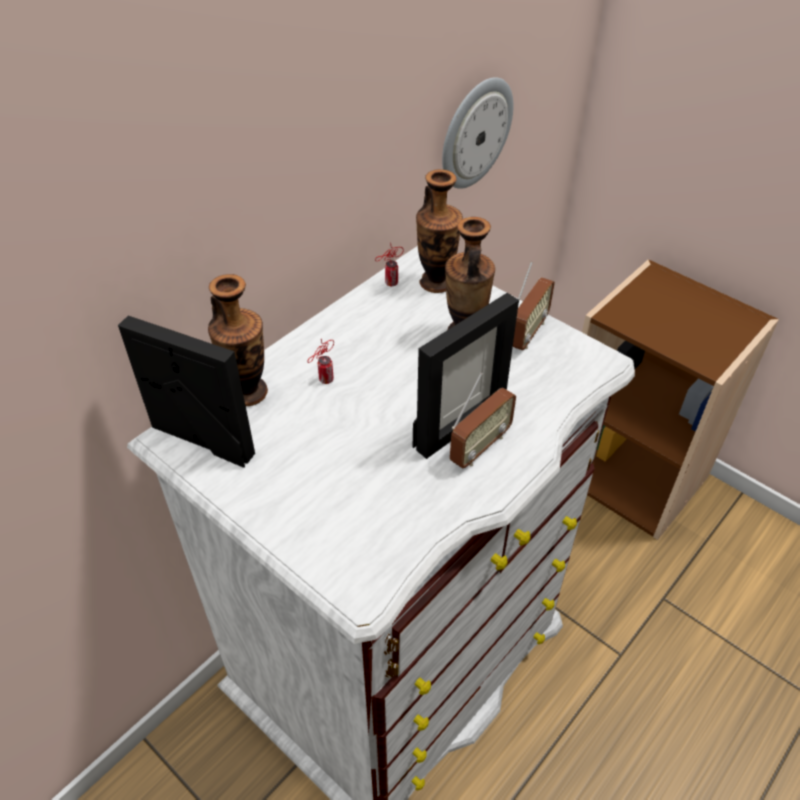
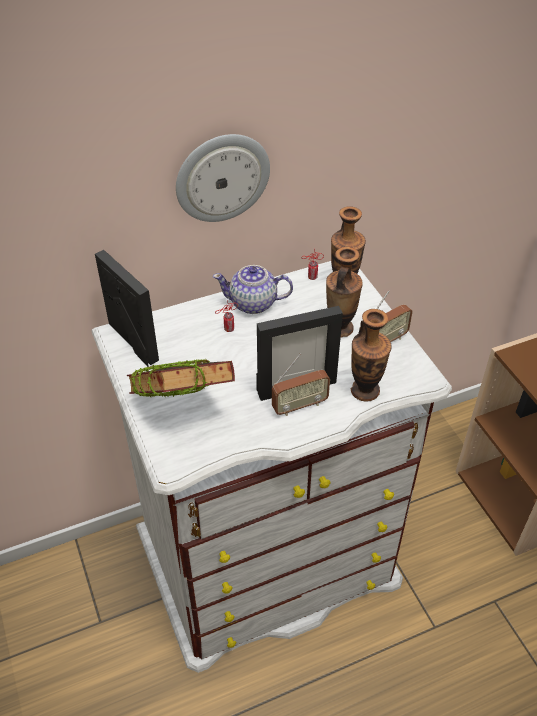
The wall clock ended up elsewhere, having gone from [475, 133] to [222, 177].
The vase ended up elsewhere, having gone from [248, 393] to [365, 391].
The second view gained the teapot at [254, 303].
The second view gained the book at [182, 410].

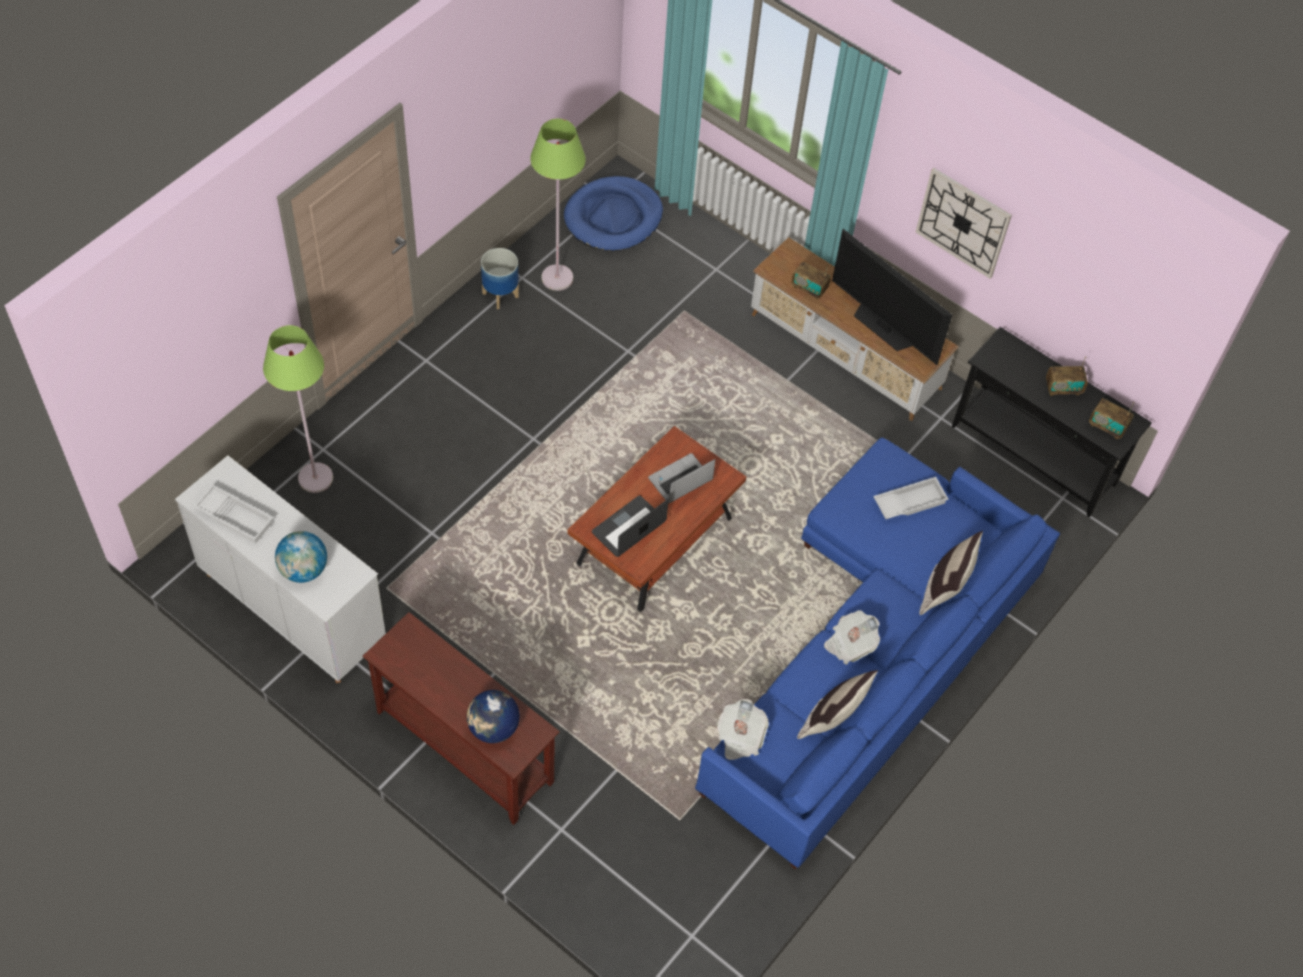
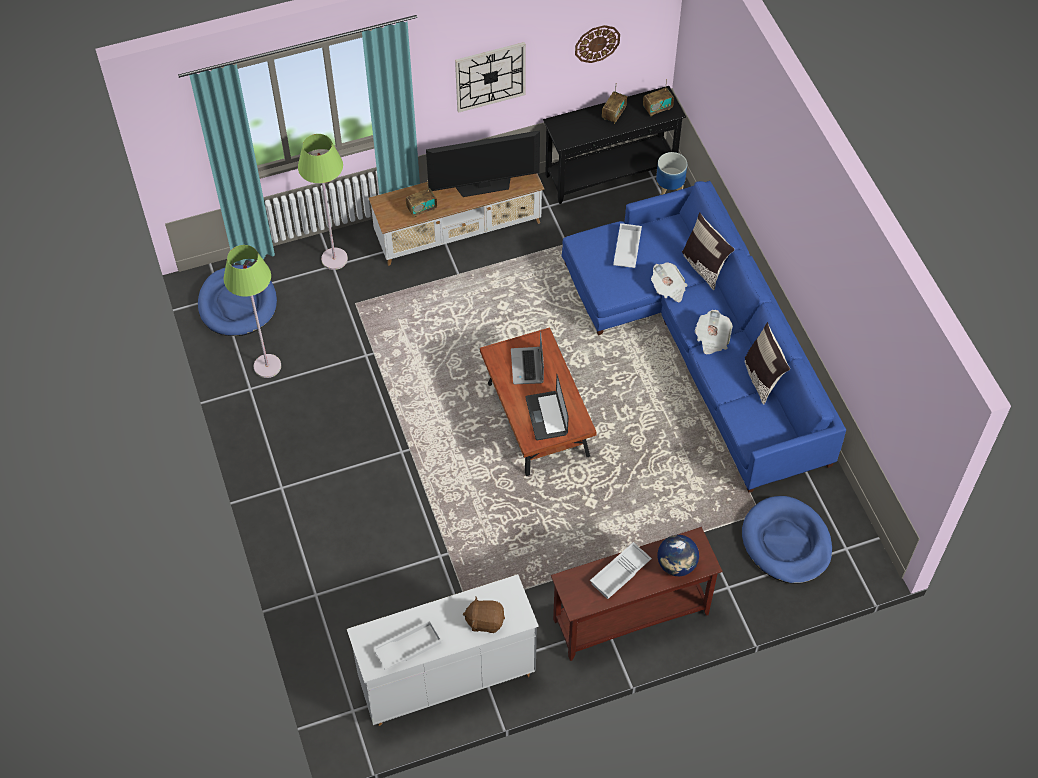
The planter ended up elsewhere, having gone from [500, 294] to [668, 190].
The green floor lamp ended up elsewhere, having gone from [316, 478] to [334, 259].
Where the globe stood at [303, 570], the brown plush toy came to stand at [485, 621].
The newspaper ended up elsewhere, having gone from [740, 737] to [668, 288].
The second view gained the wall clock at [597, 43].
The second view gained the blue dog bed at [786, 542].
The second view gained the white tray at [620, 574].

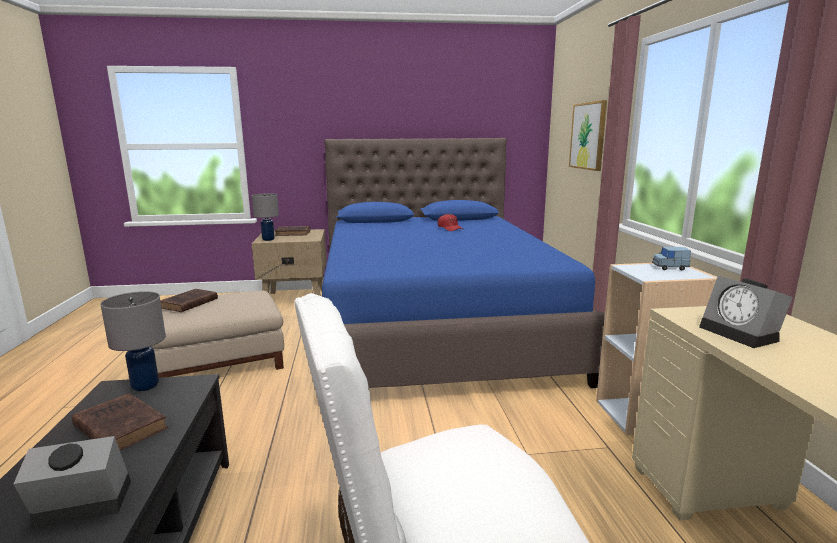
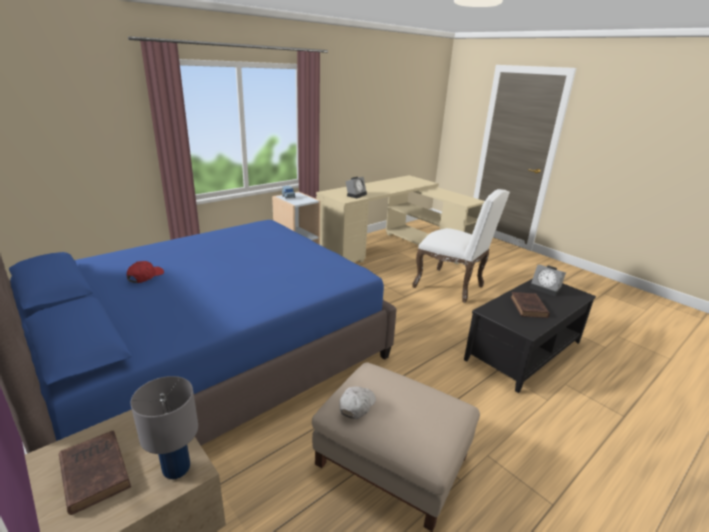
The second view lost the picture at [588, 136].
The second view lost the brown book at [188, 304].
The second view lost the grey table lamp at [145, 385].
The second view gained the white cap at [357, 405].

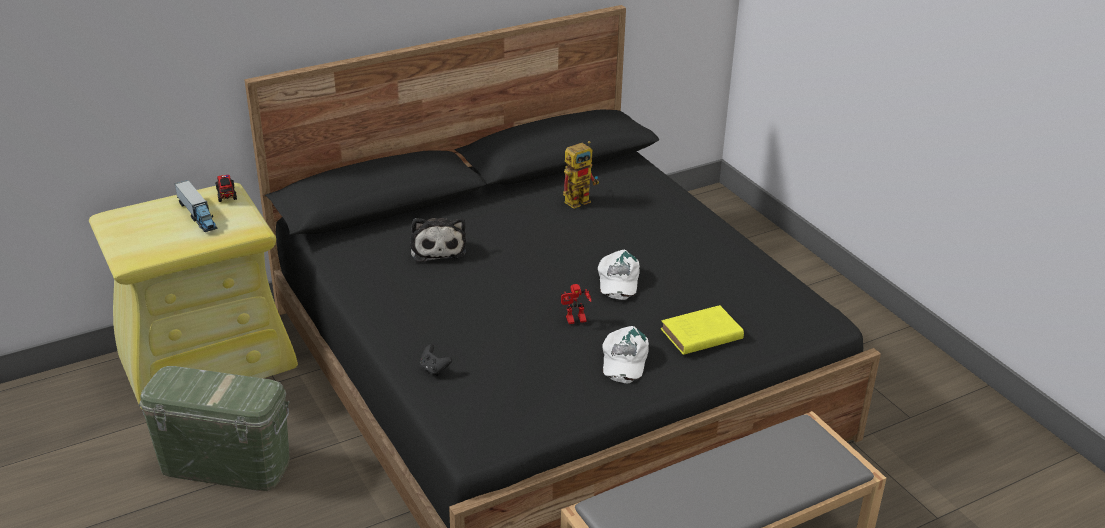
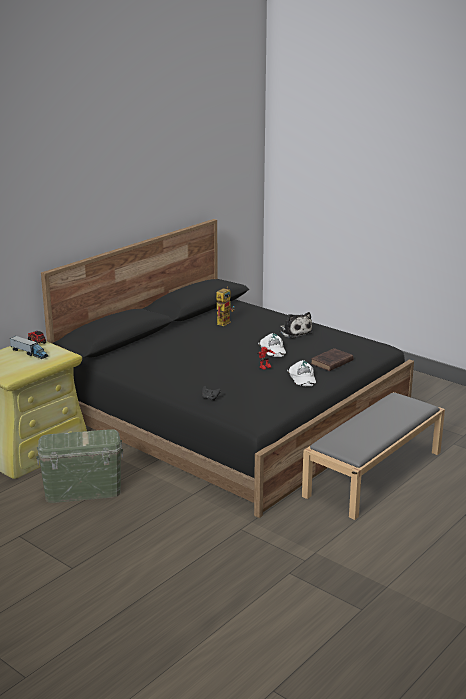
The plush toy ended up elsewhere, having gone from [437, 248] to [295, 332].
What was the yellow book at [699, 335] turned into the brown book at [331, 362].

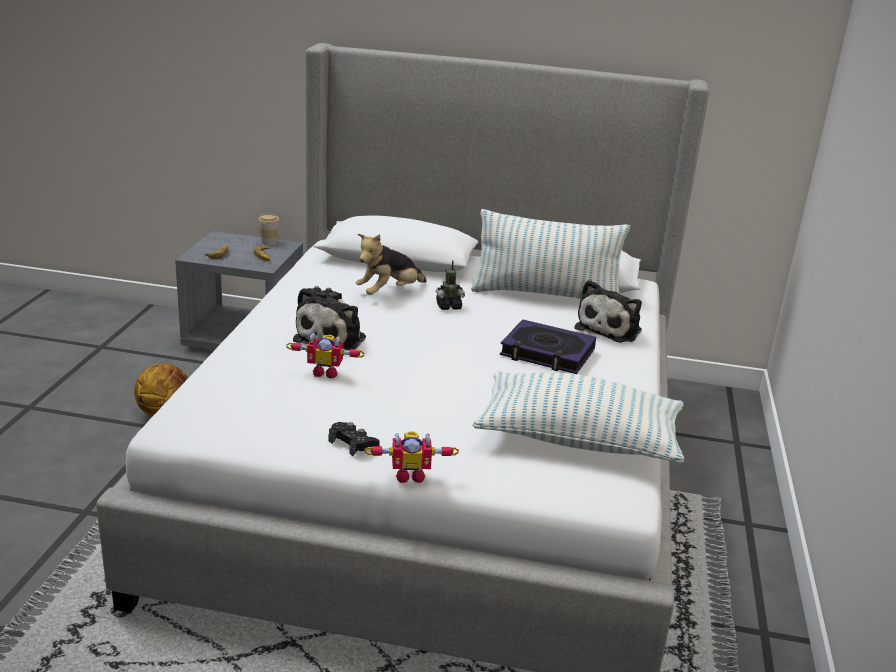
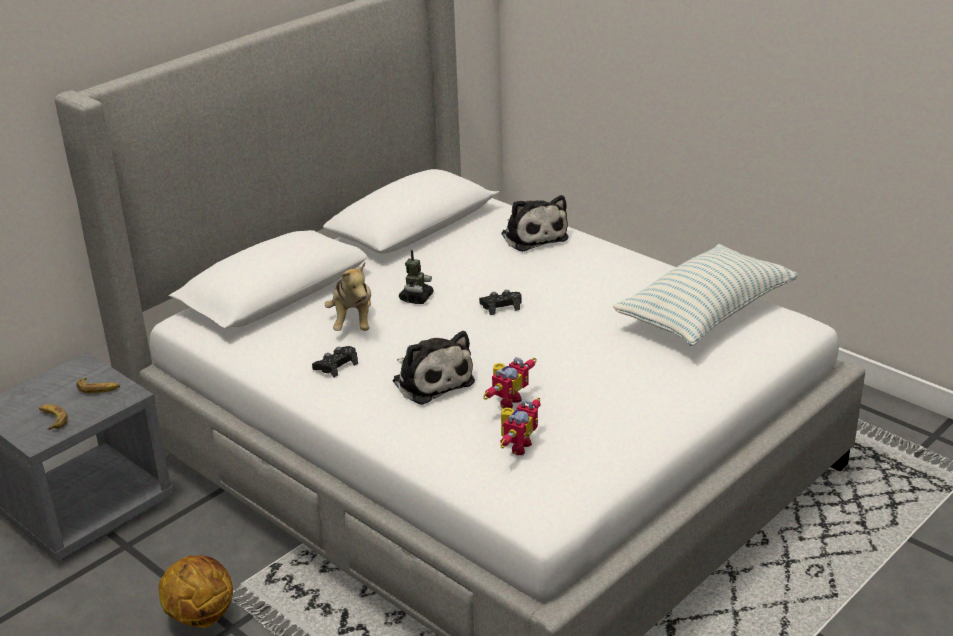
The second view lost the pillow at [545, 295].
The second view lost the cup at [269, 242].
The second view lost the book at [547, 353].
The black game controller ended up elsewhere, having gone from [353, 443] to [501, 306].
The toy robot ended up elsewhere, having gone from [410, 475] to [516, 446].

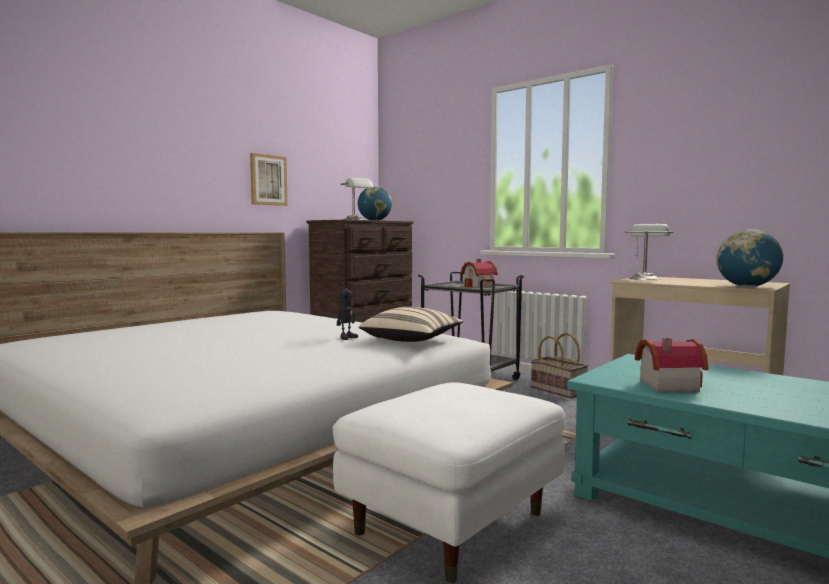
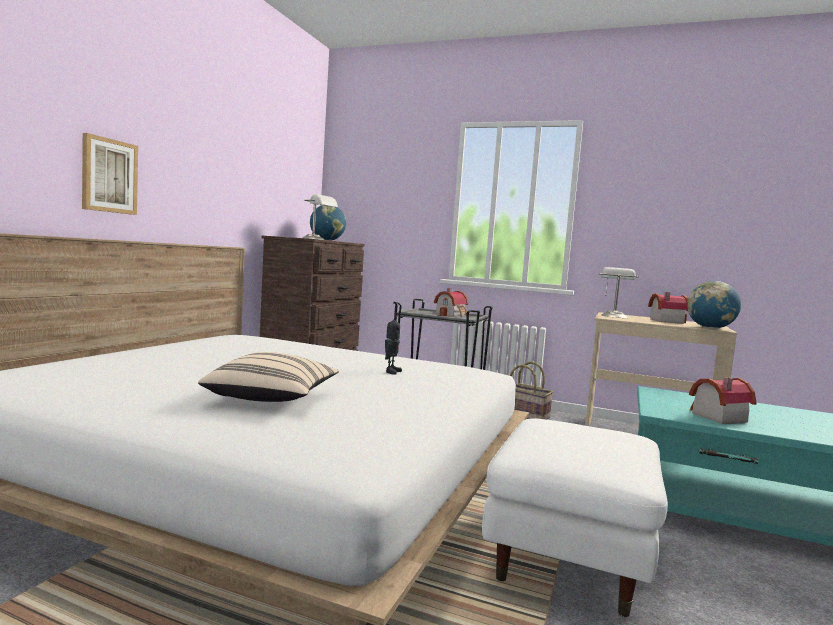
The picture ended up elsewhere, having gone from [268, 180] to [109, 176].
The beige pillow ended up elsewhere, having gone from [412, 340] to [272, 398].
The second view gained the toy house at [665, 321].

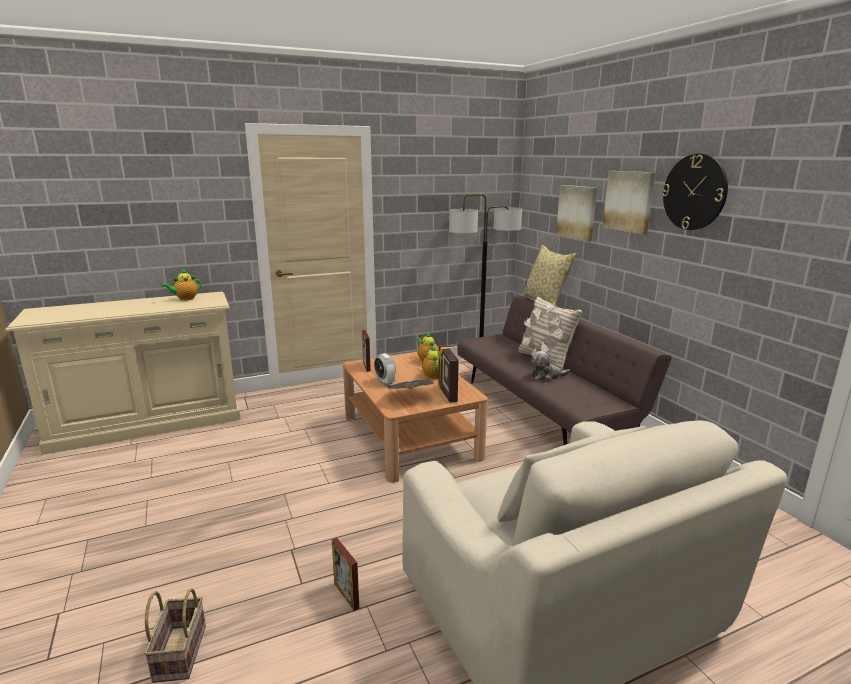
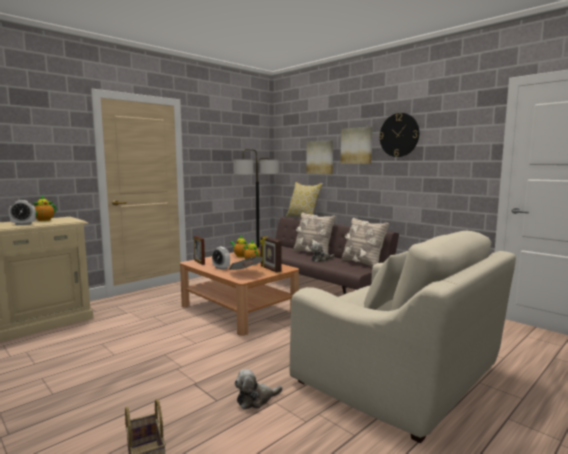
Where the picture frame stood at [346, 595], the plush toy came to stand at [256, 399].
The second view gained the alarm clock at [23, 224].
The second view gained the beige pillow at [362, 263].

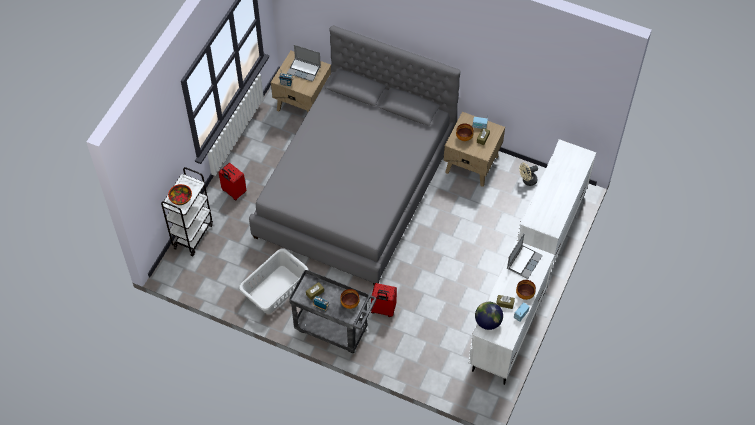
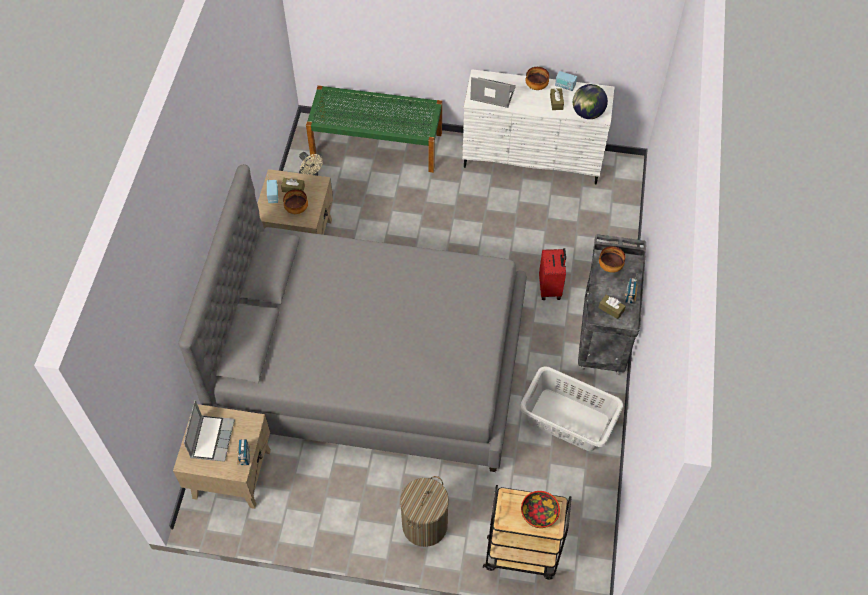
Where the white dresser stood at [550, 229], the green bench came to stand at [376, 144].
Where the red suitcase stood at [233, 192], the laundry basket came to stand at [424, 525].
What was the white cart at [193, 236] turned into the brown cart at [519, 559].

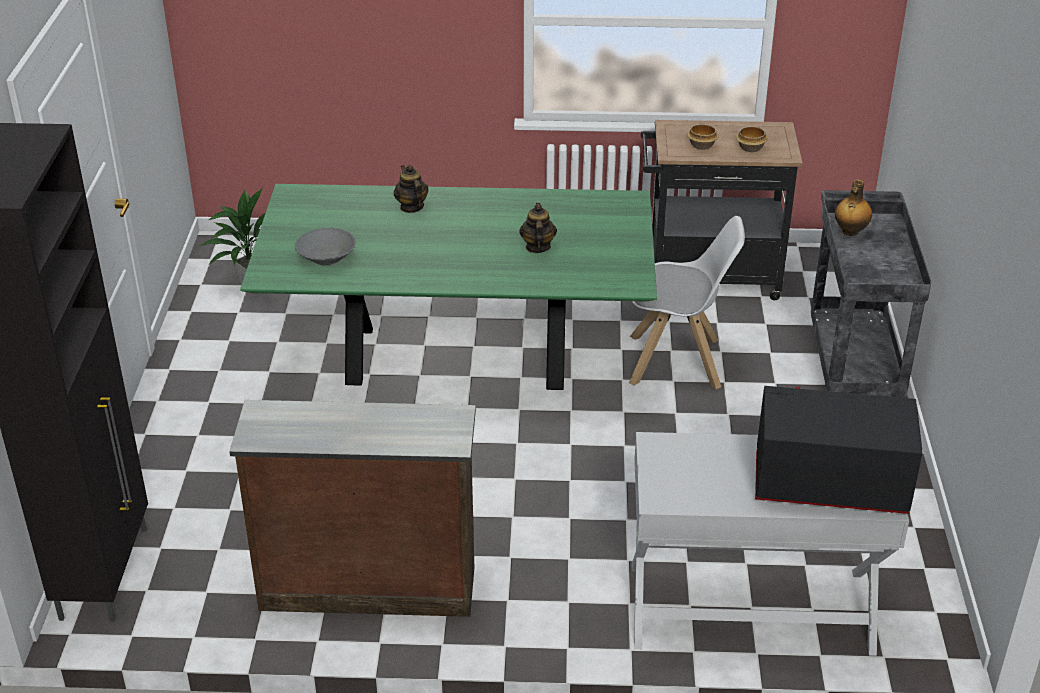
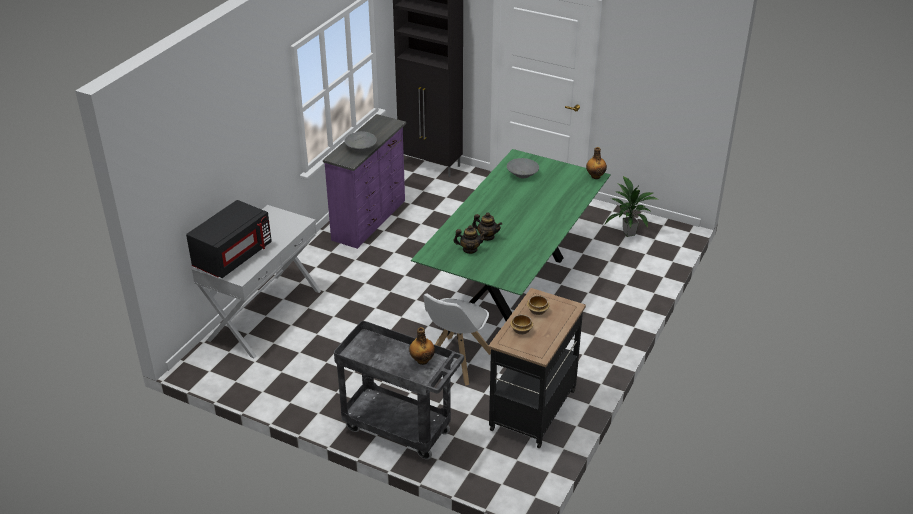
The teapot ended up elsewhere, having gone from [411, 207] to [470, 249].
What was the brown dresser at [367, 586] turned into the purple dresser at [370, 220].
The second view gained the grey bowl at [361, 148].
The second view gained the bottle at [595, 176].

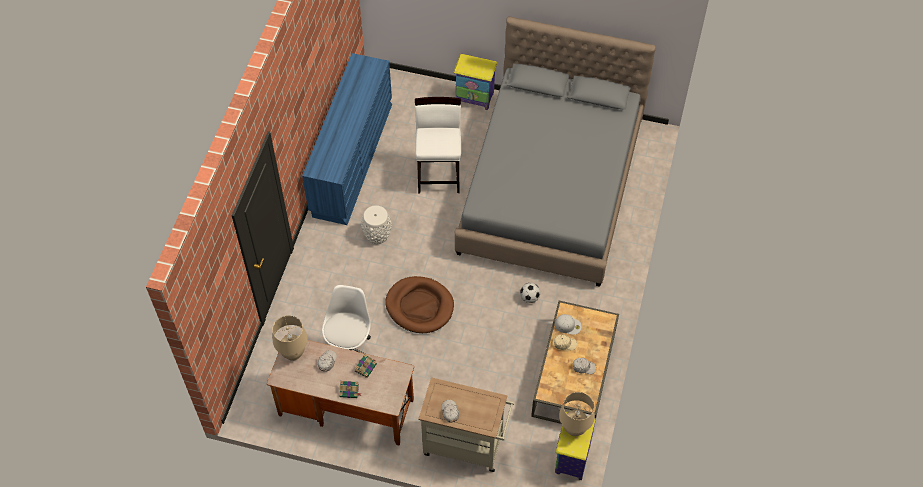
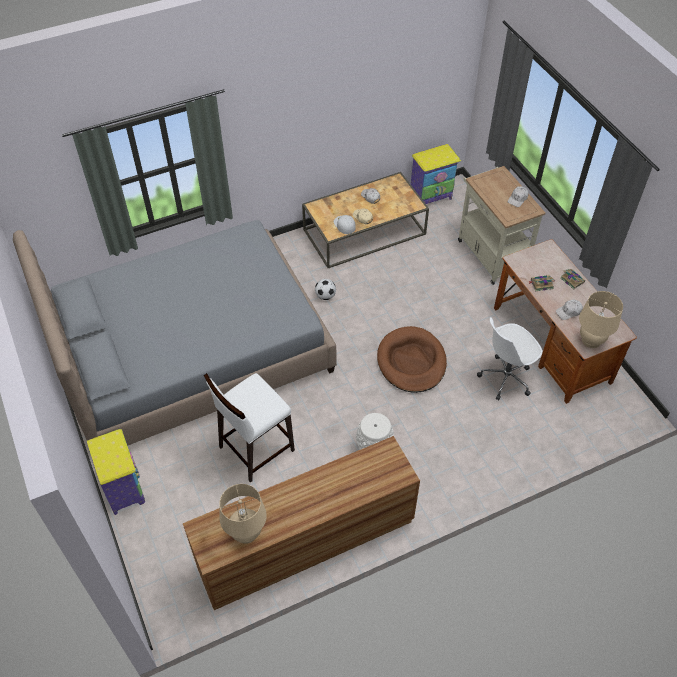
What was the blue dresser at [351, 158] turned into the brown dresser at [306, 545].
The beige table lamp ended up elsewhere, having gone from [574, 428] to [246, 533].

